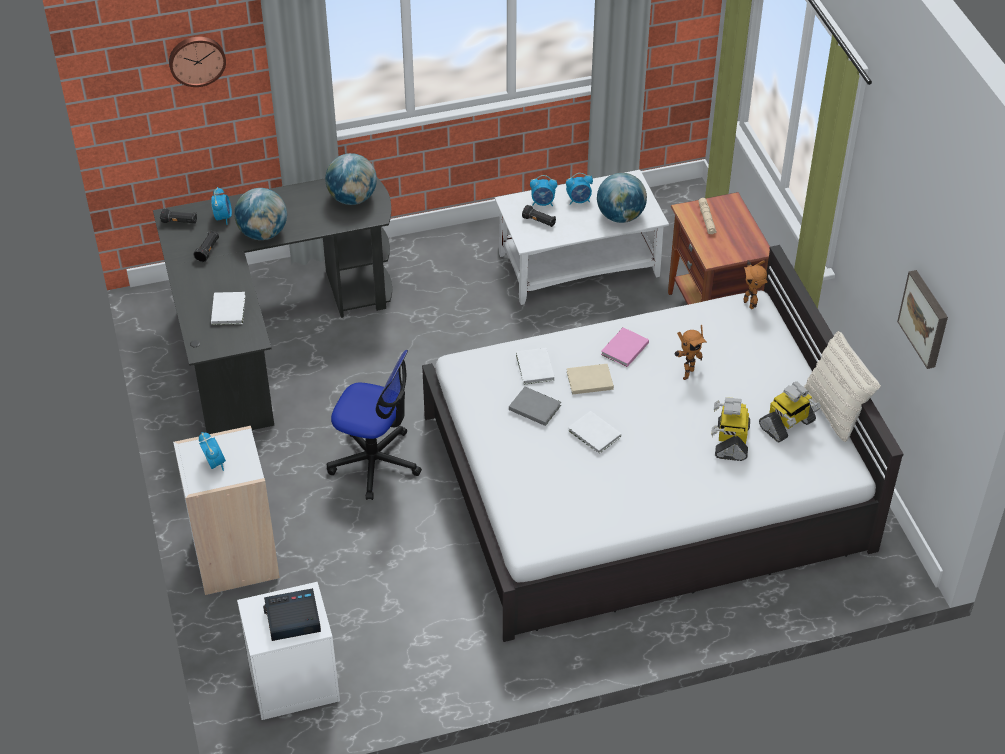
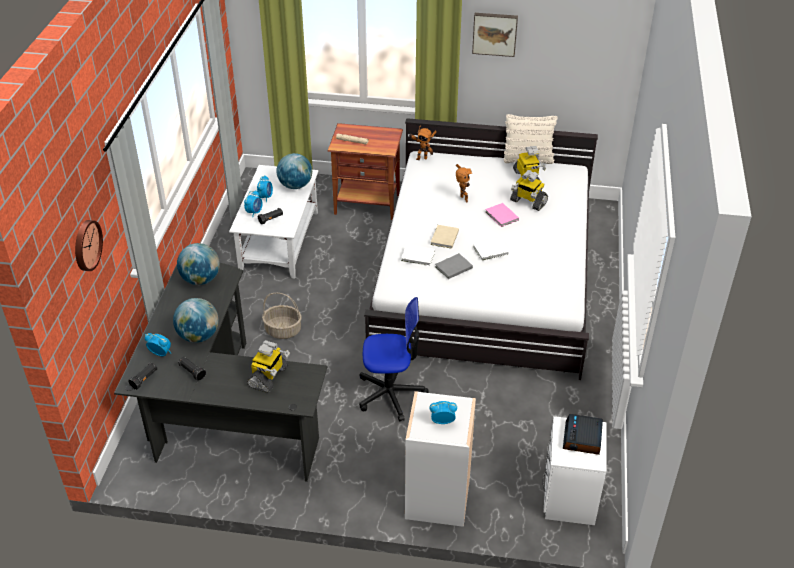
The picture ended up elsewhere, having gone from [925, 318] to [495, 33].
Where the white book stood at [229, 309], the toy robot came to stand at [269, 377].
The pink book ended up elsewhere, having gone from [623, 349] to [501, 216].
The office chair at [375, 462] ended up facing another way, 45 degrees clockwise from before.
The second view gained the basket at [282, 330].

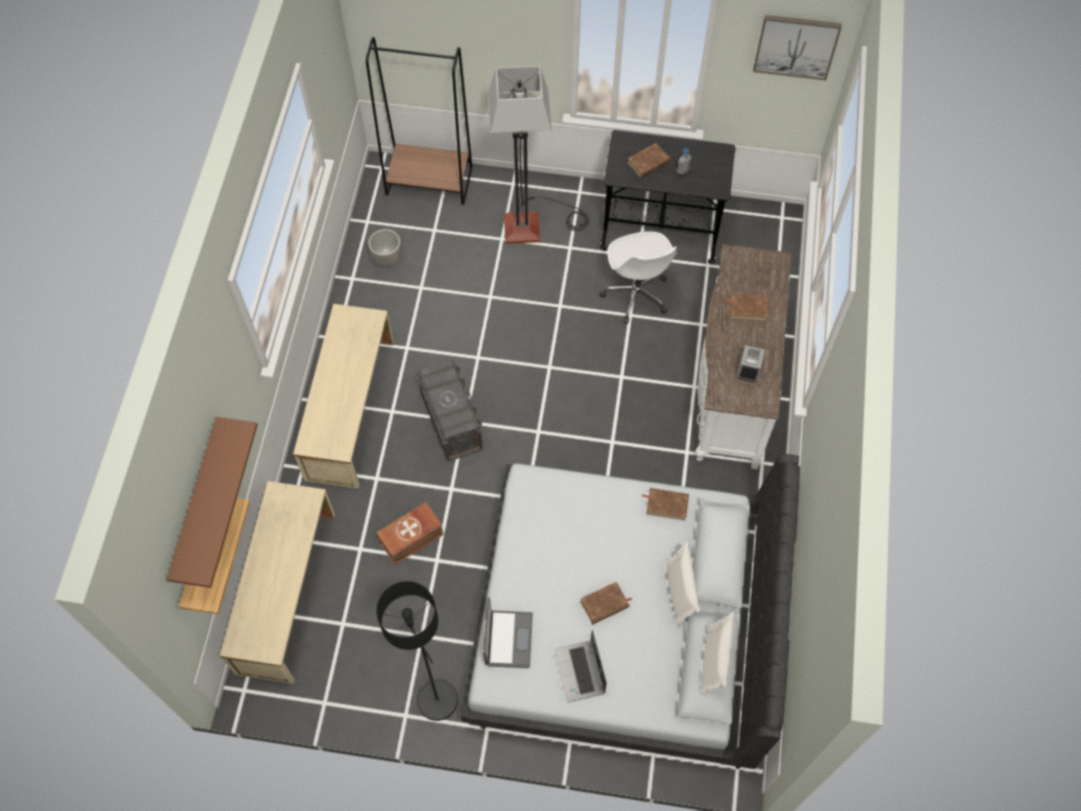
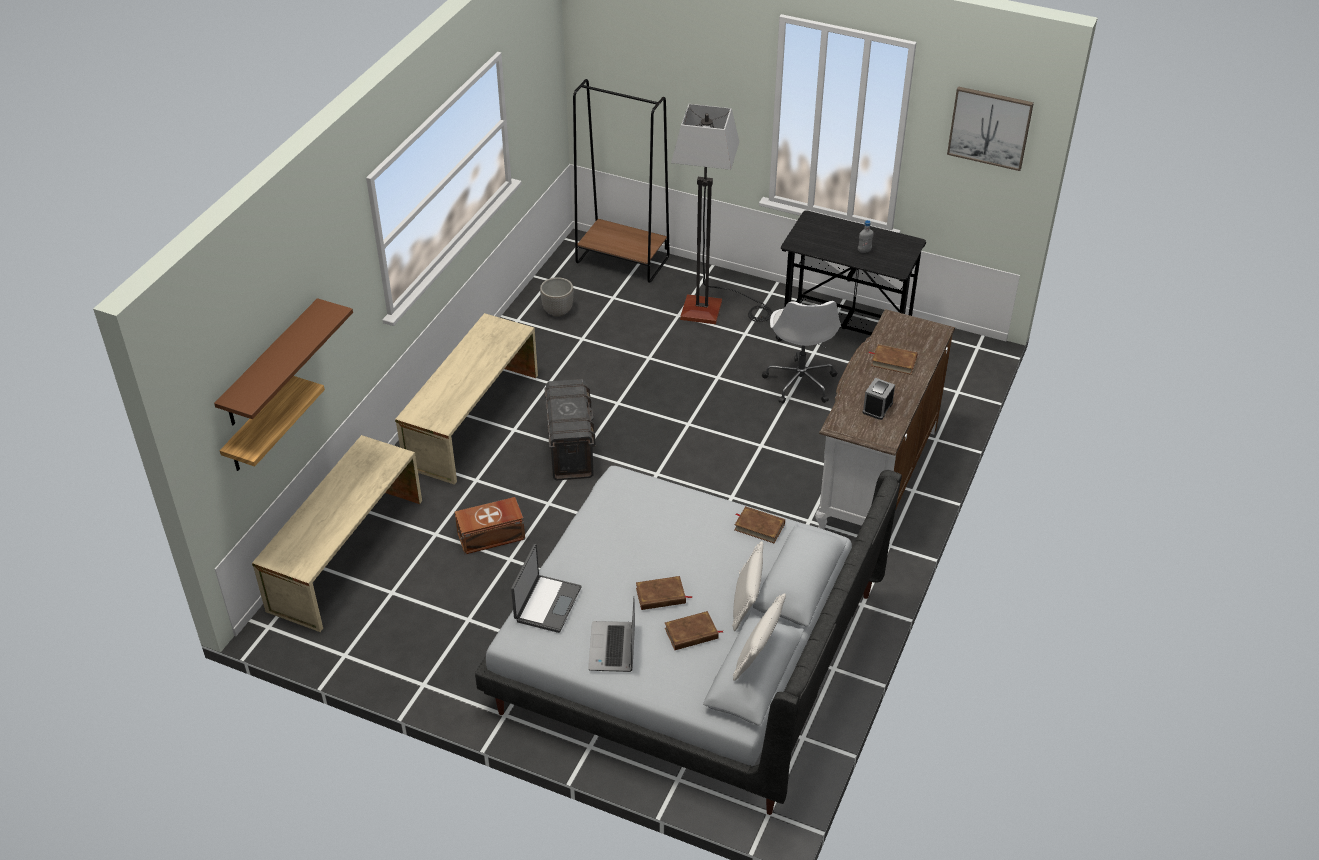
The brown book ended up elsewhere, having gone from [648, 162] to [691, 633].
The second view lost the black floor lamp at [431, 690].

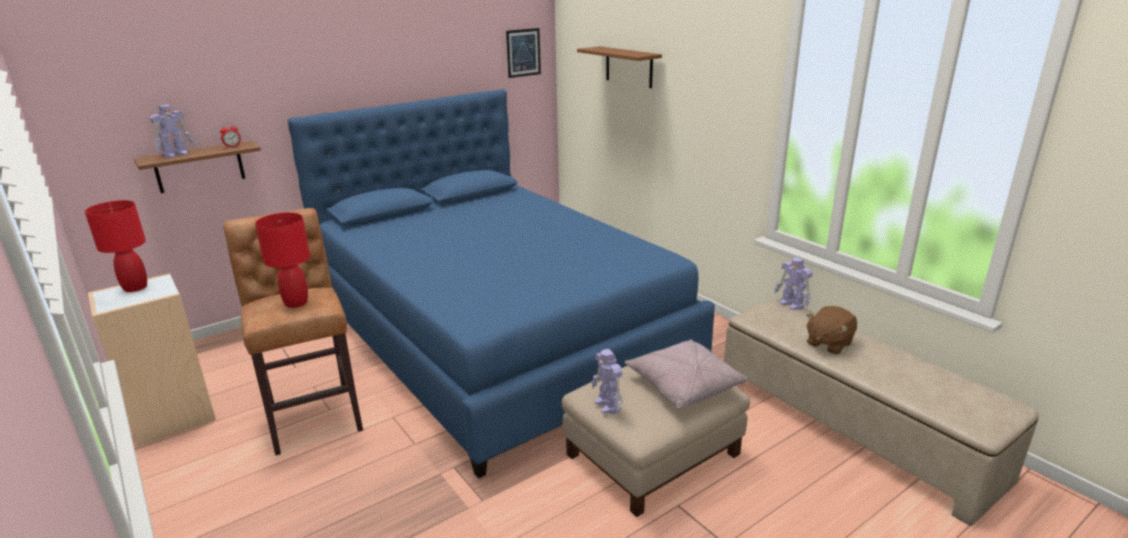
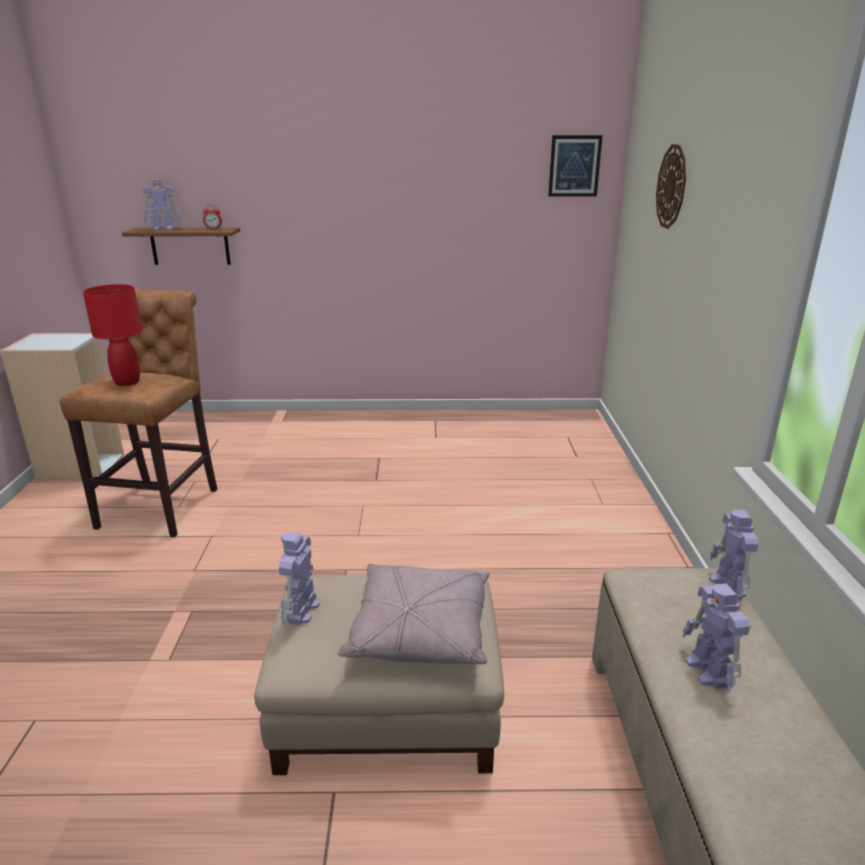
Where the brown shelf hung at [629, 67], the wall clock came to hang at [672, 186].
The second view lost the blue bed at [497, 334].
The second view lost the red table lamp at [136, 287].
Where the brown plush toy stood at [828, 343], the toy robot came to stand at [708, 672].

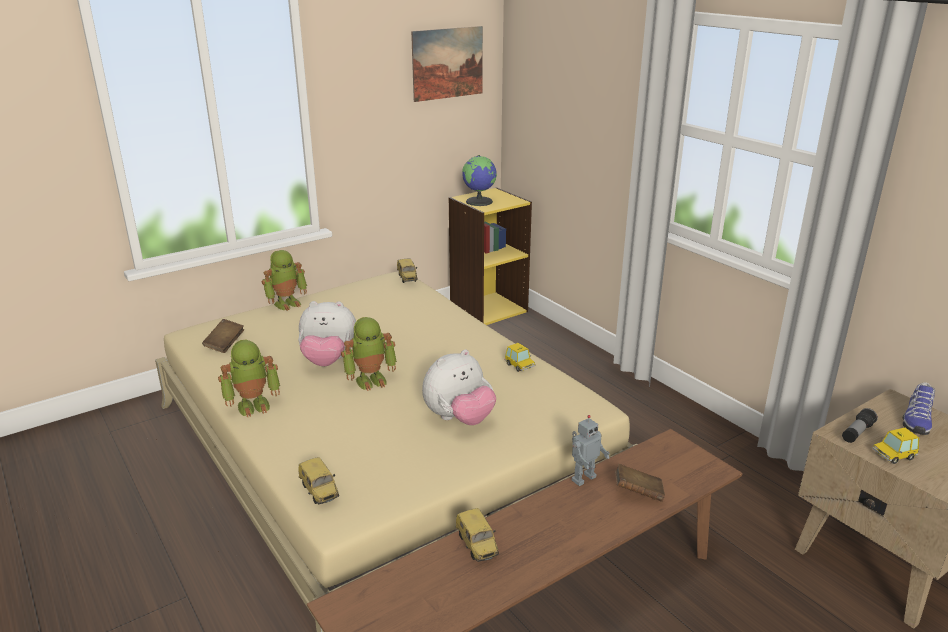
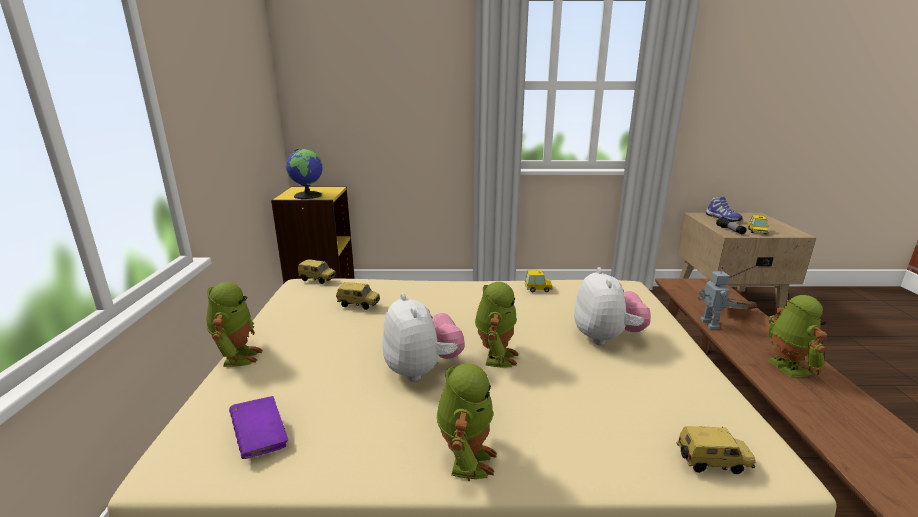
The second view lost the picture at [447, 63].
The plush toy at [329, 361] ended up facing another way, 60 degrees counterclockwise from before.
What was the brown book at [225, 344] turned into the purple book at [261, 439].
The toy car ended up elsewhere, having gone from [478, 546] to [359, 304].
The second view gained the toy robot at [785, 367].

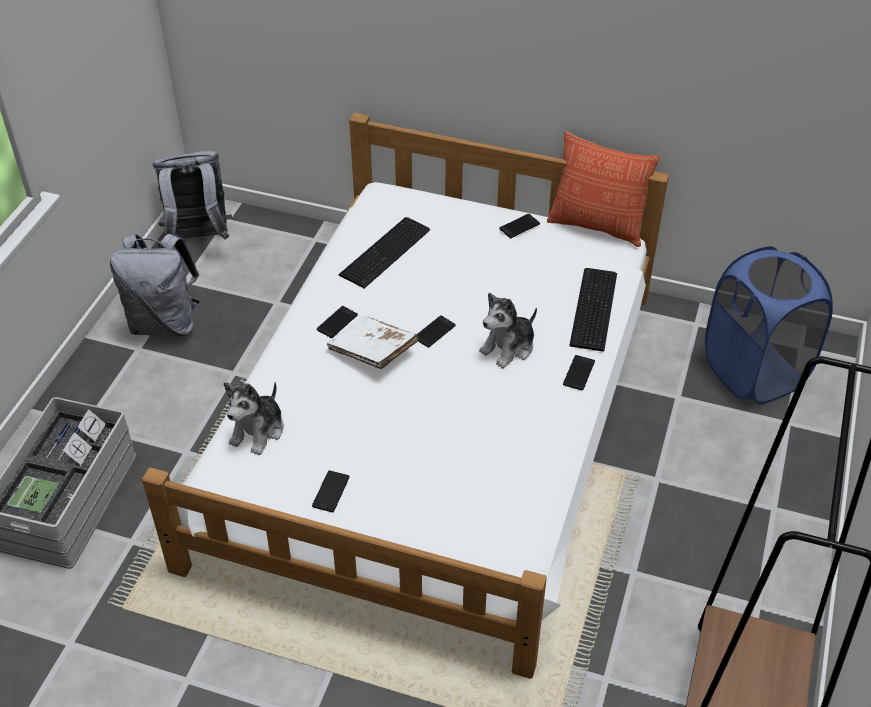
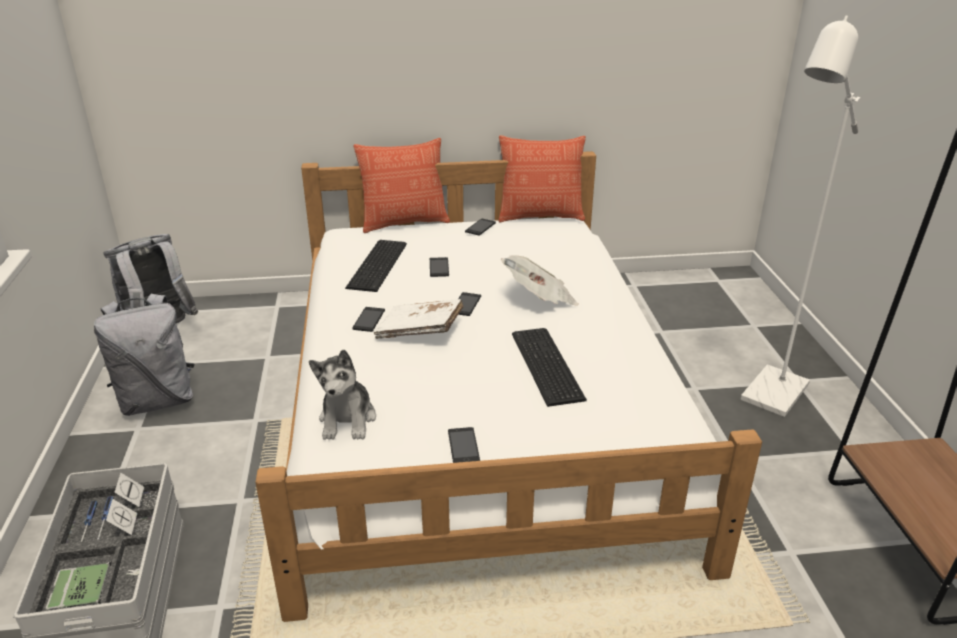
The second view lost the blue laundry basket at [754, 372].
The keyboard ended up elsewhere, having gone from [591, 309] to [545, 367].
Where the plush toy stood at [509, 347], the newspaper came to stand at [540, 299].
The phone ended up elsewhere, having gone from [579, 373] to [439, 267].
The second view gained the white floor lamp at [769, 399].
The second view gained the orange pillow at [404, 223].

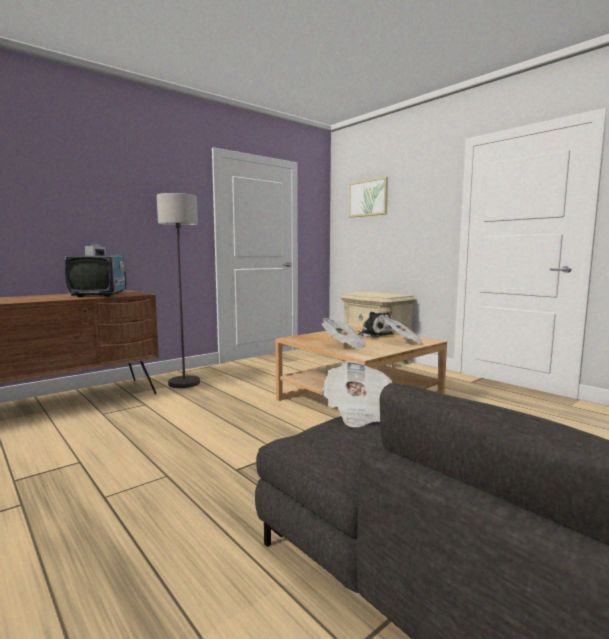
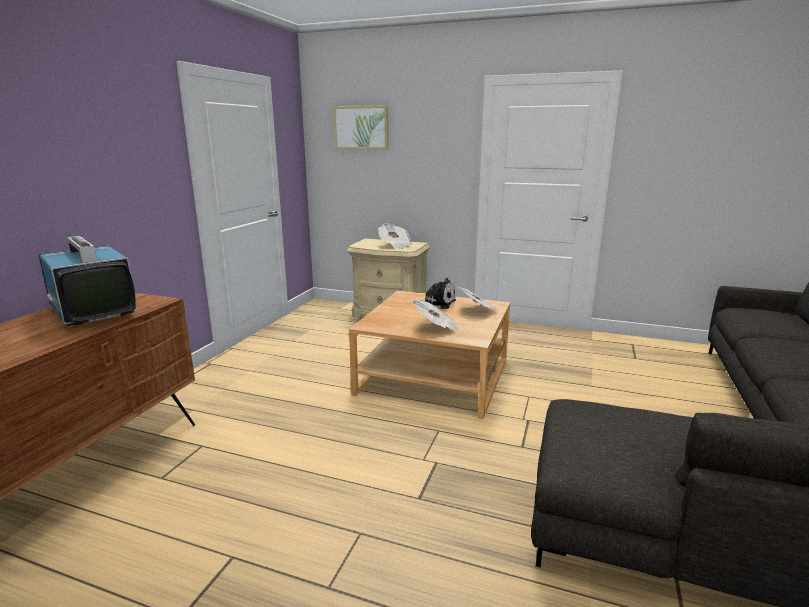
The second view lost the grey floor lamp at [184, 381].
The newspaper ended up elsewhere, having gone from [358, 412] to [395, 245].

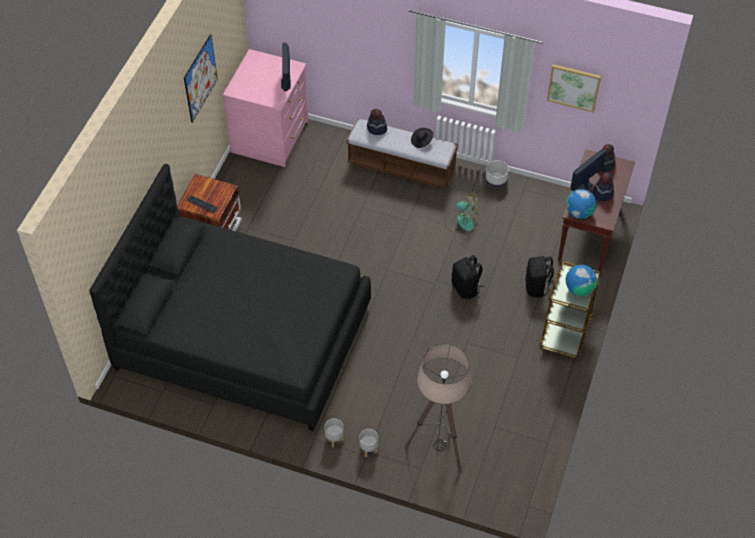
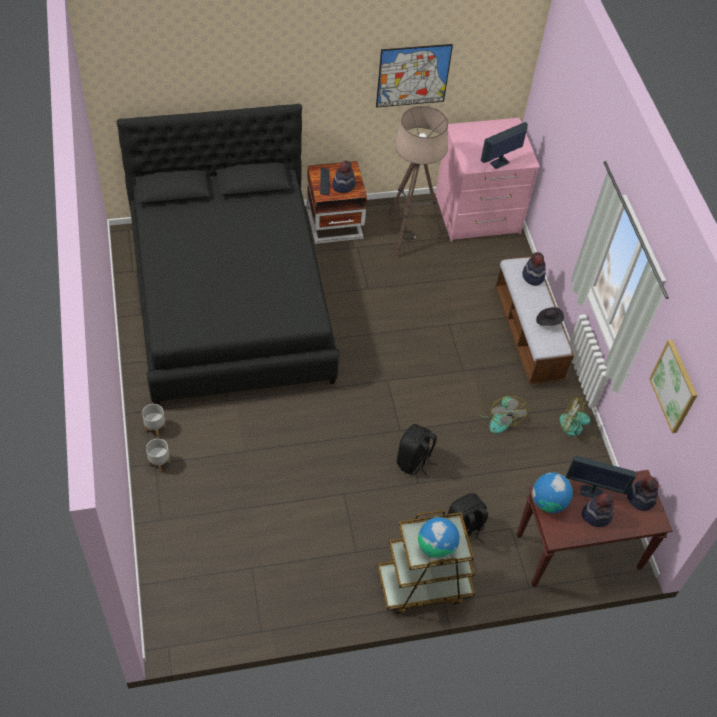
Where the grey planter stood at [496, 182], the fan came to stand at [576, 428].
The floor lamp ended up elsewhere, having gone from [438, 445] to [408, 235].
The second view gained the hat at [343, 185].

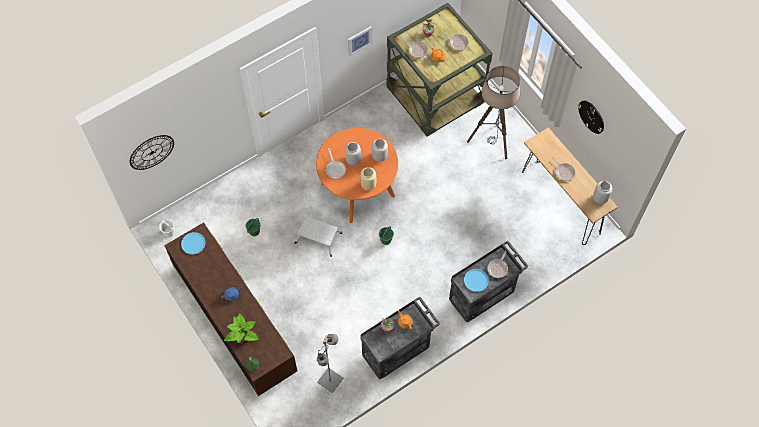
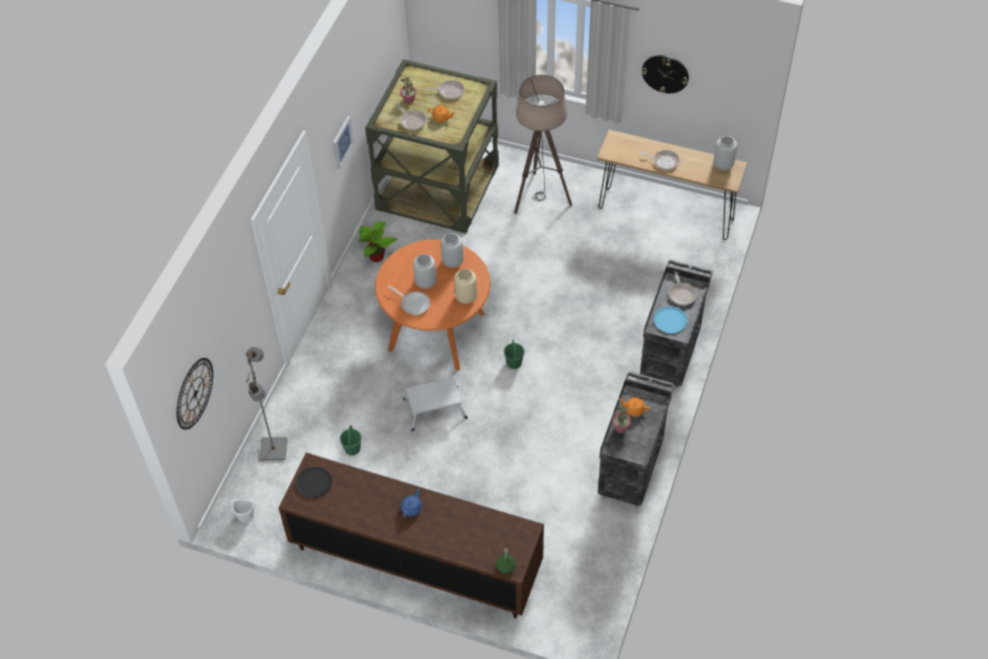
What was the blue plate at [193, 243] turned into the black plate at [314, 483].
The potted plant ended up elsewhere, having gone from [244, 338] to [377, 256].
The grey floor lamp ended up elsewhere, having gone from [330, 380] to [273, 449].

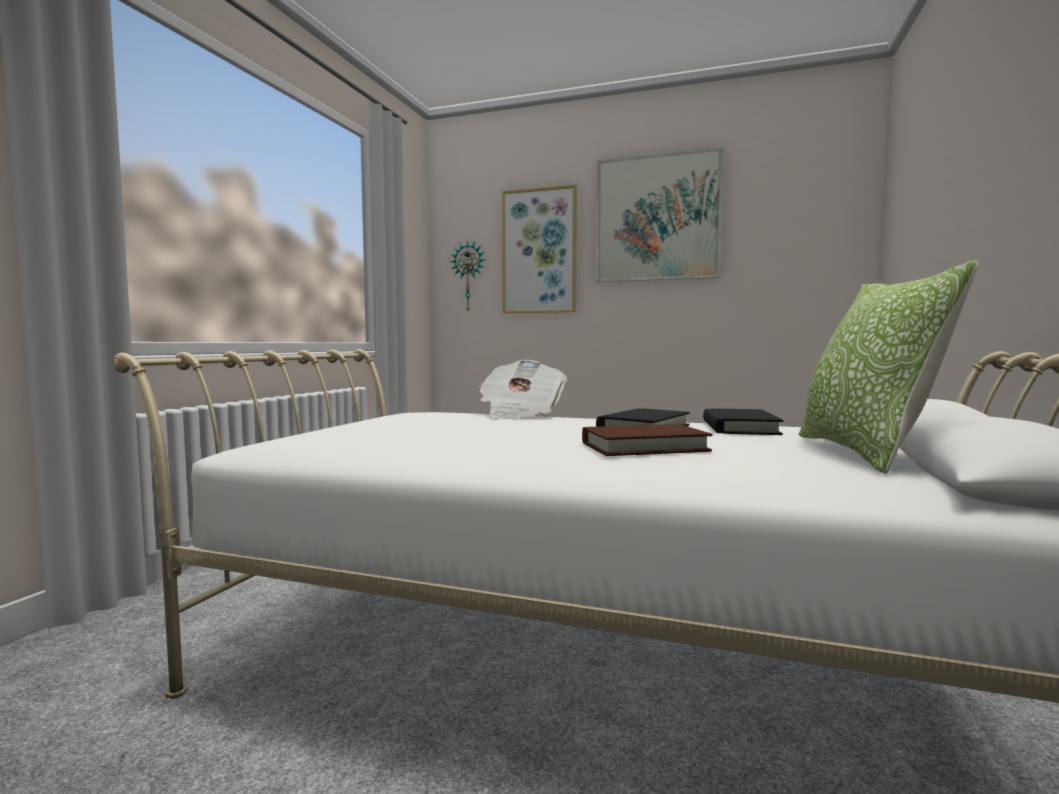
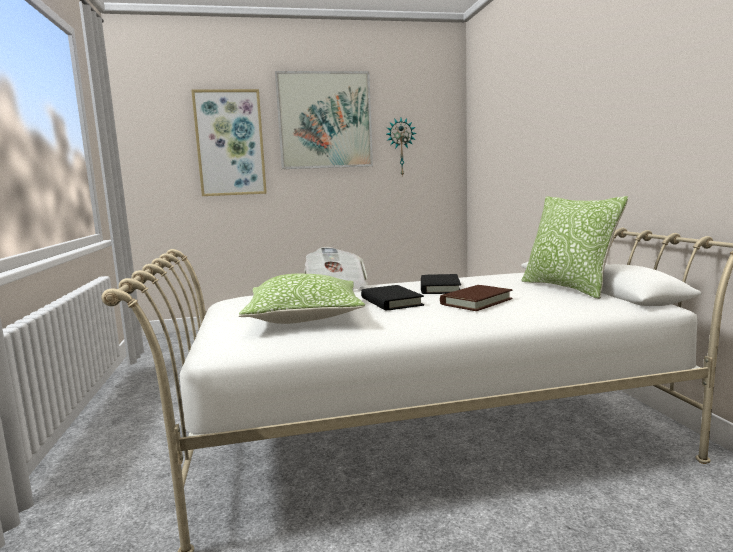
The wall clock ended up elsewhere, having gone from [469, 277] to [400, 147].
The black book ended up elsewhere, having gone from [739, 427] to [391, 301].
The second view gained the pillow at [304, 317].

